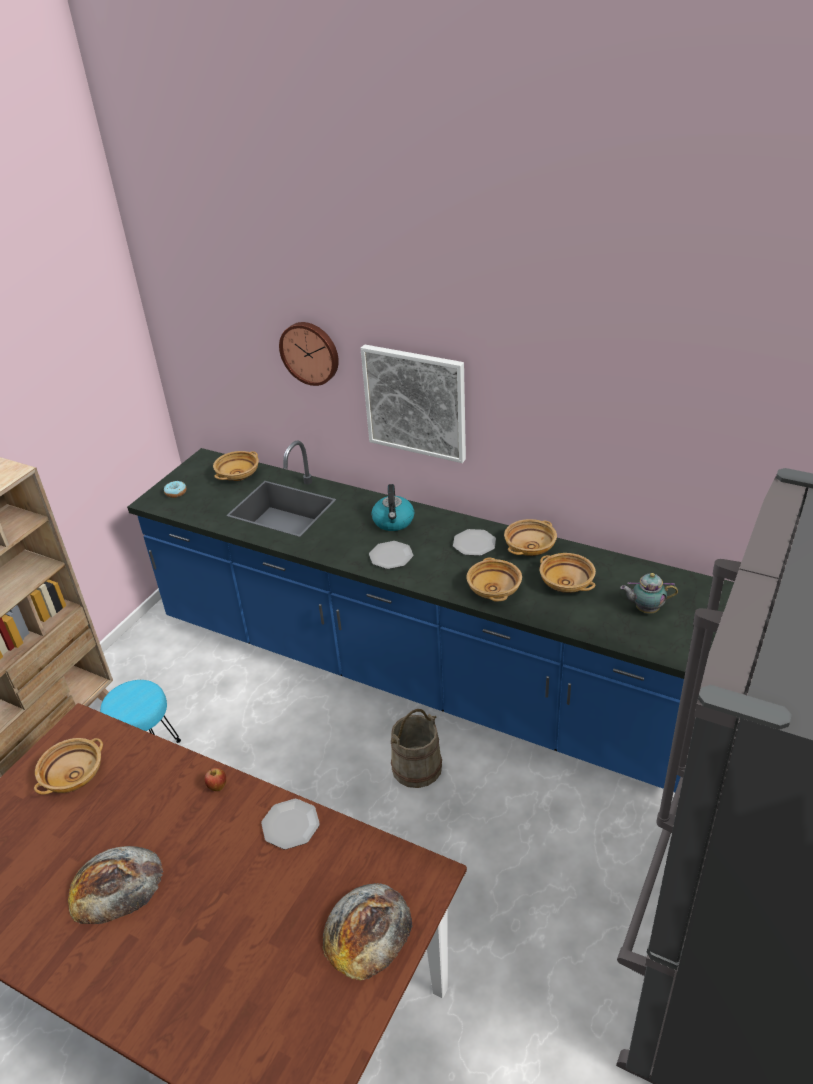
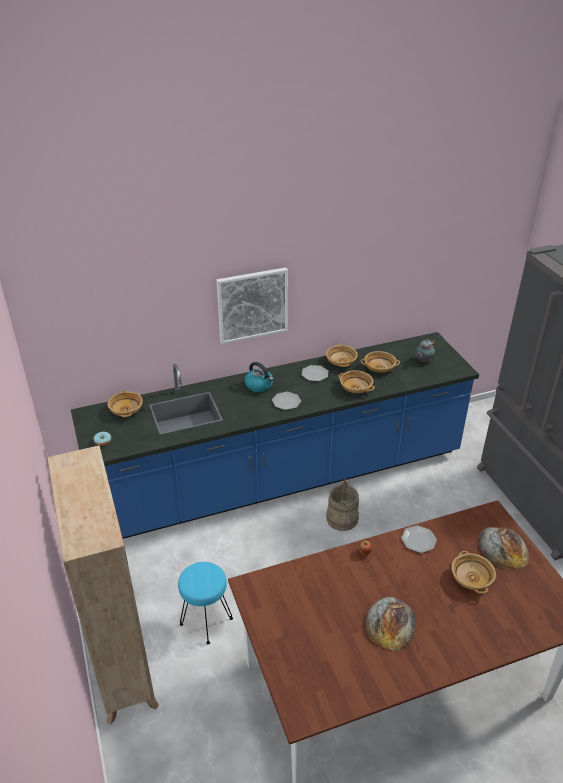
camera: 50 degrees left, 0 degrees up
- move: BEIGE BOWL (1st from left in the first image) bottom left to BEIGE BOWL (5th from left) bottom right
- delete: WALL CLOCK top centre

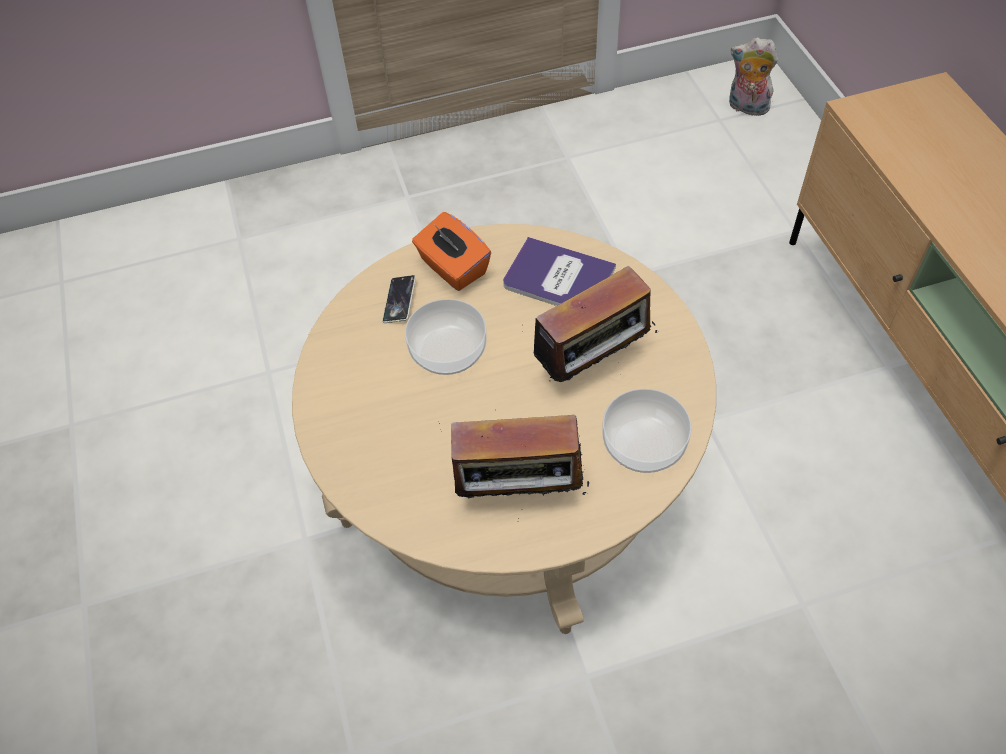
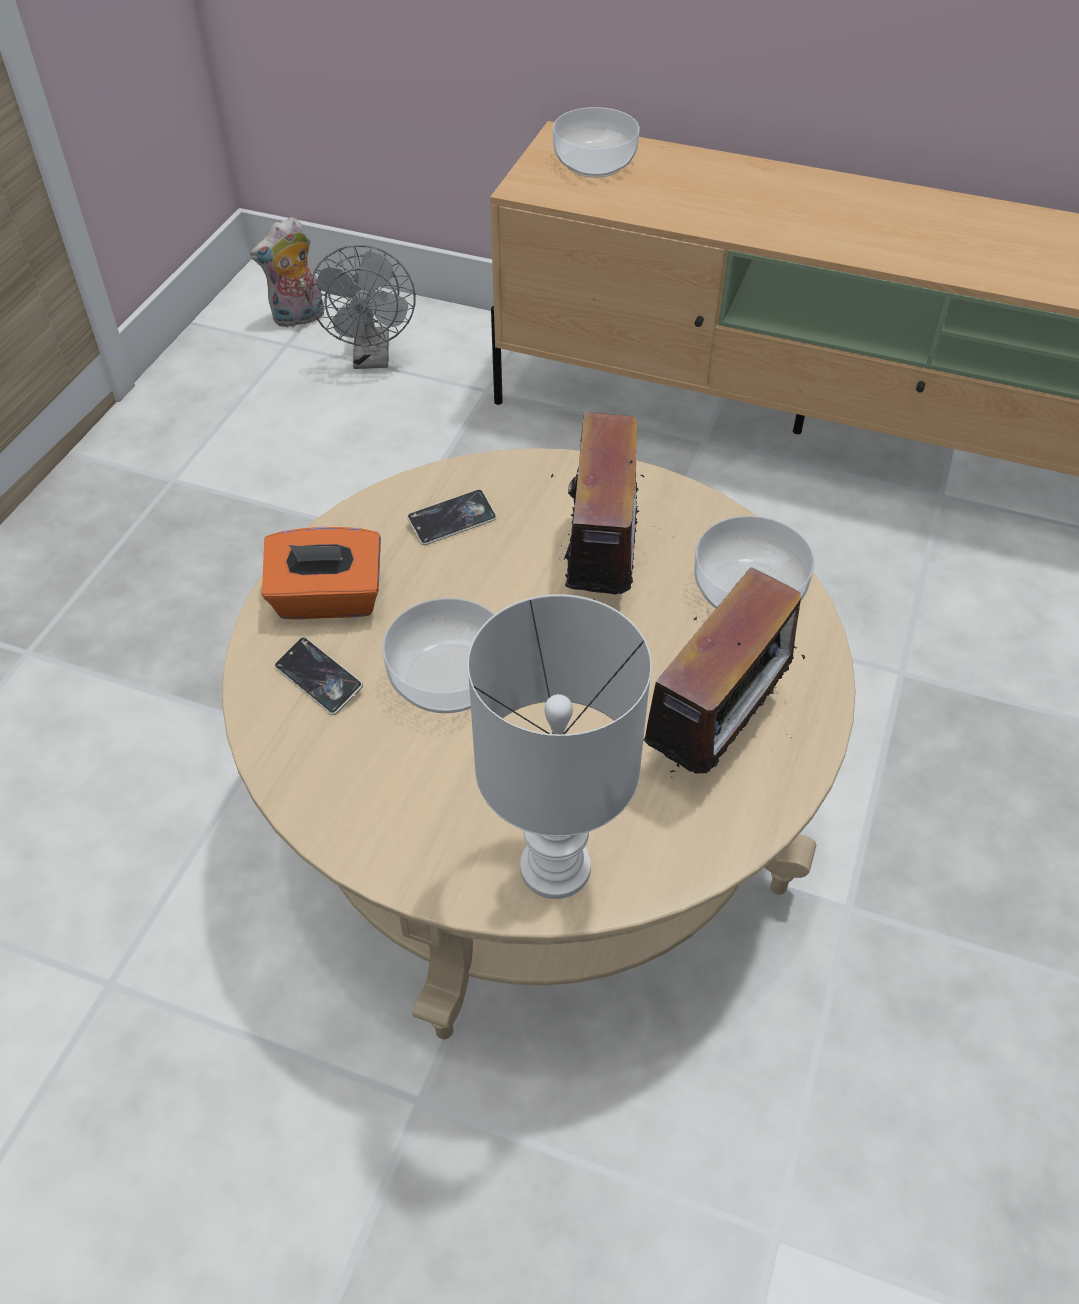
camera: 55 degrees left, 5 degrees down
- replace: BOOK centre to PHONE (2nd from left) centre
- insert: GREY FAN top centre
- insert: WHITE TABLE LAMP centre
- insert: BOWL (2nd from left) top centre

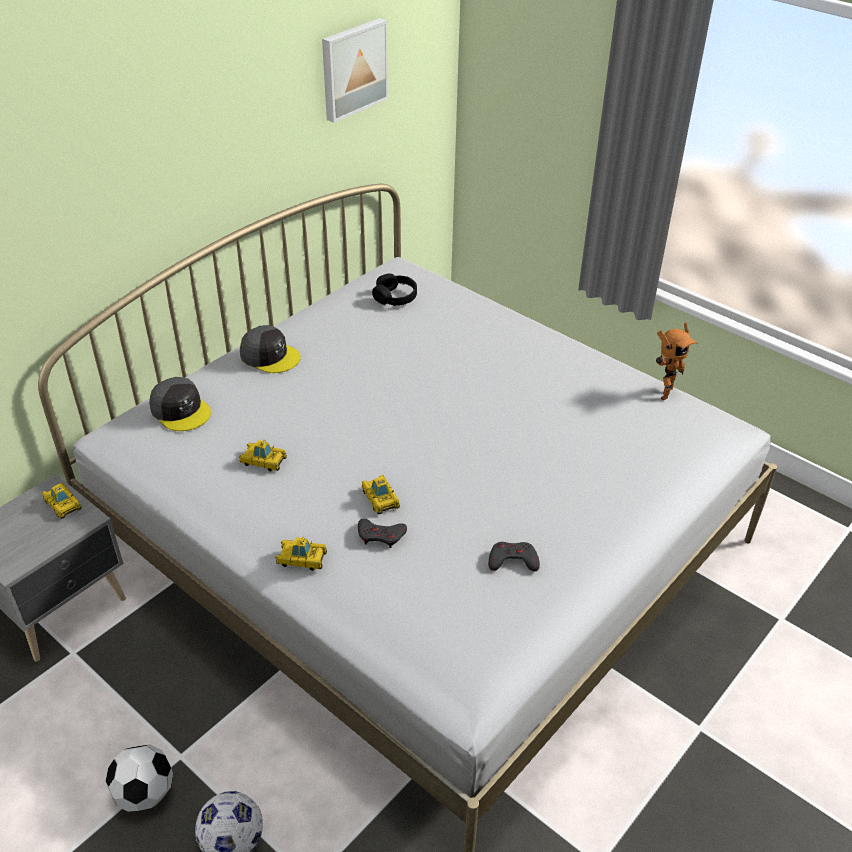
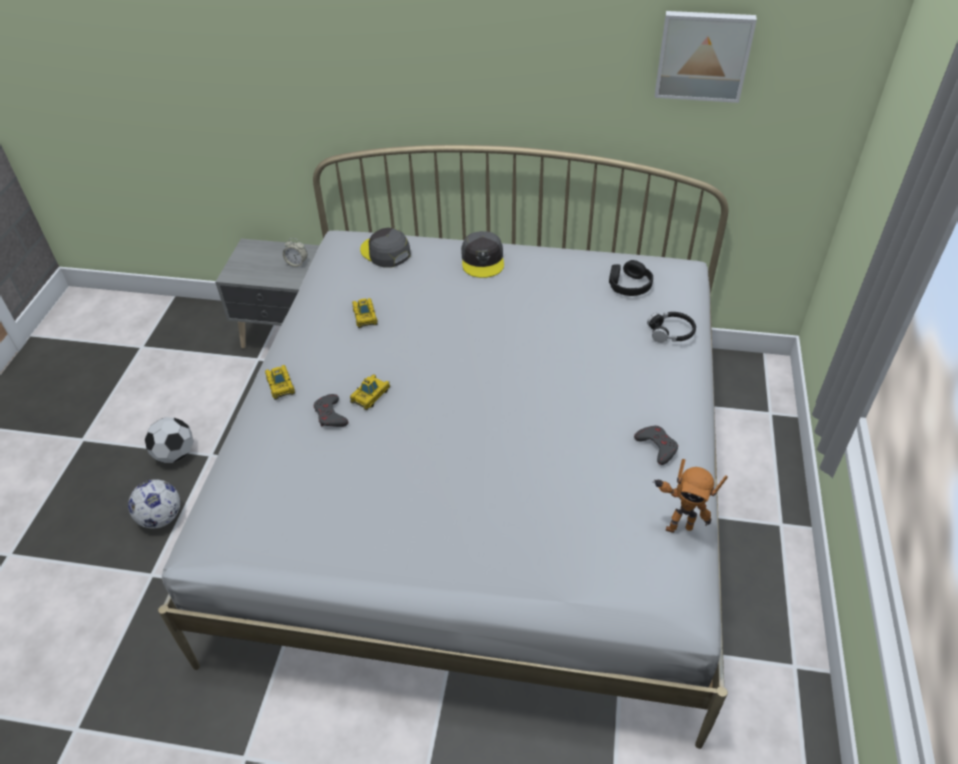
camera: 60 degrees right, 5 degrees up
- replace: TOY CAR (1st from left) middle left to ALARM CLOCK top left
- rotate: GREY CAP (1st from left) middle left = top centre 120 degrees clockwise
- move: GREY GAME CONTROLLER (2nd from left) centre to middle right
- insert: BLACK HEADPHONES (2nd from left) middle right

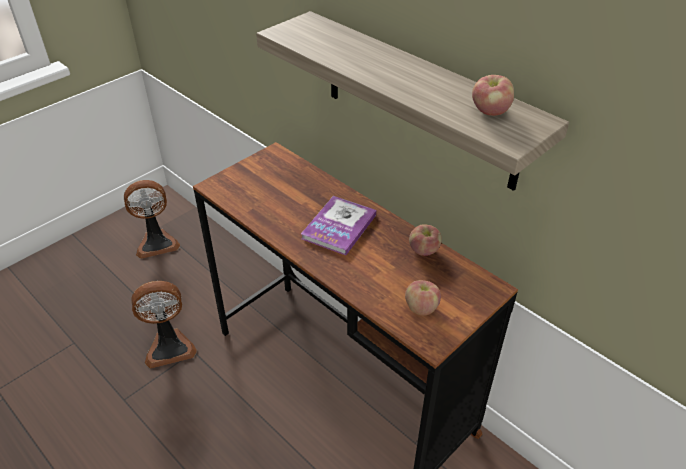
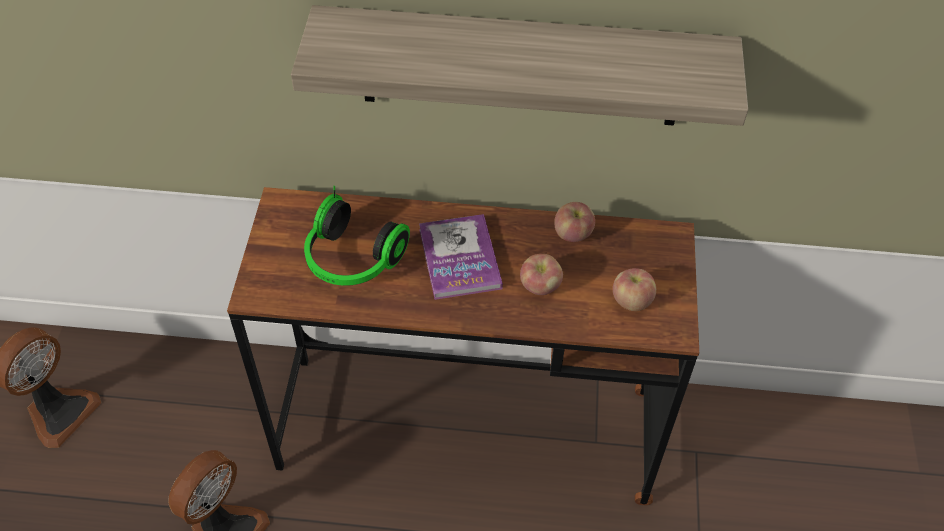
camera: 40 degrees left, 10 degrees up
- move: APPLE (3rd from left in the first image) top right to APPLE (1st from left) centre
- insert: HEADPHONES centre

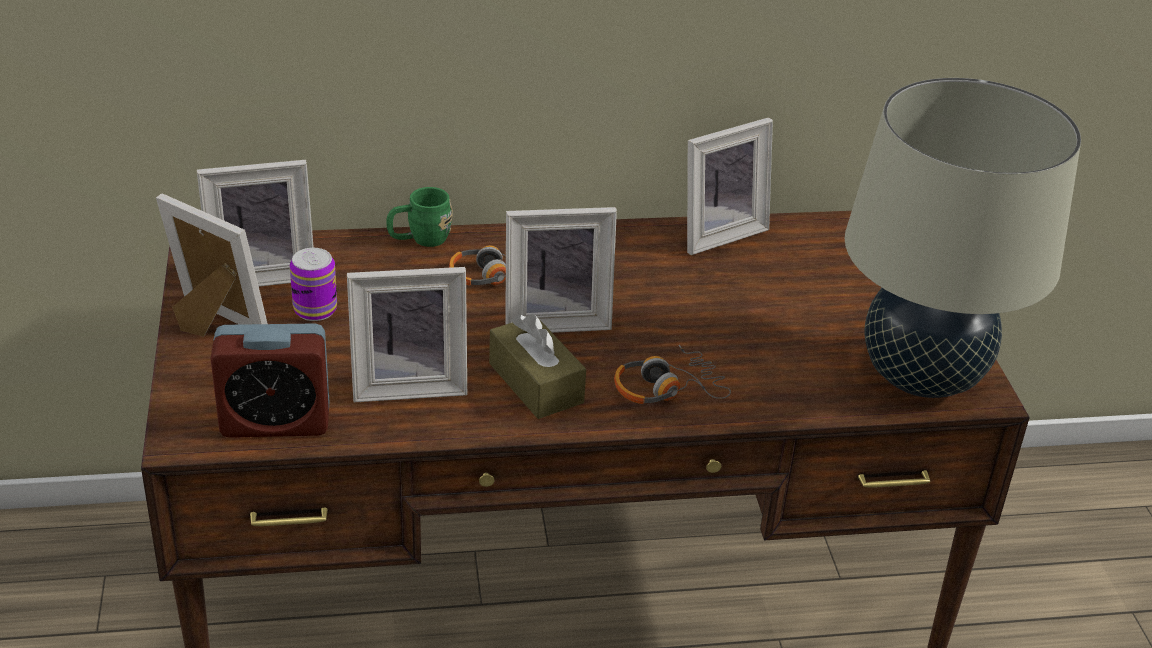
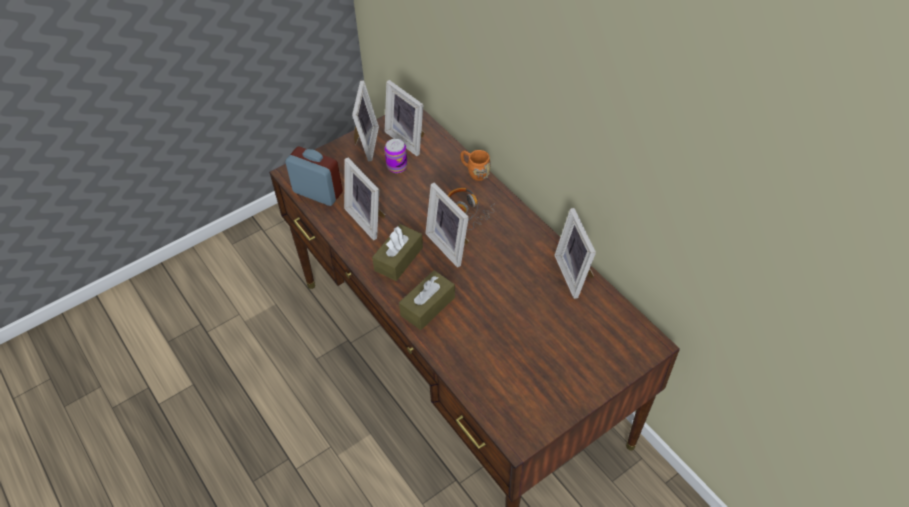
camera: 65 degrees right, 15 degrees up
- rotate: ALARM CLOCK middle left = centre 150 degrees clockwise
- recolor: GREEN MUG centre to ORANGE MUG top centre
- replace: HEADPHONES (2nd from left) centre to BROWN TISSUE BOX (2nd from left) centre
- rotate: PICTURE FRAME (5th from left) top centre = centre 45 degrees clockwise
- delete: BEIGE TABLE LAMP middle right

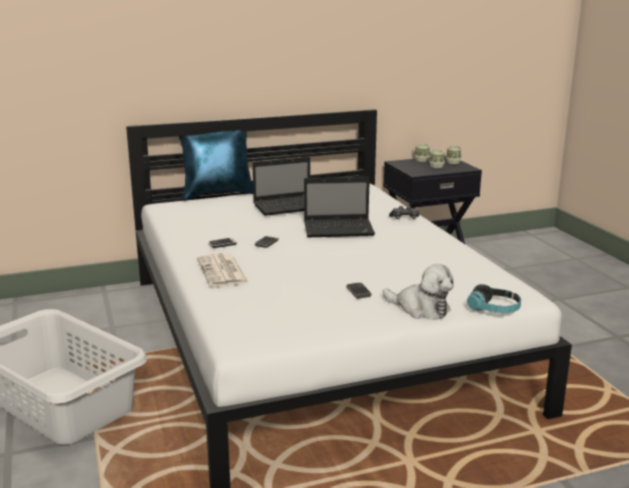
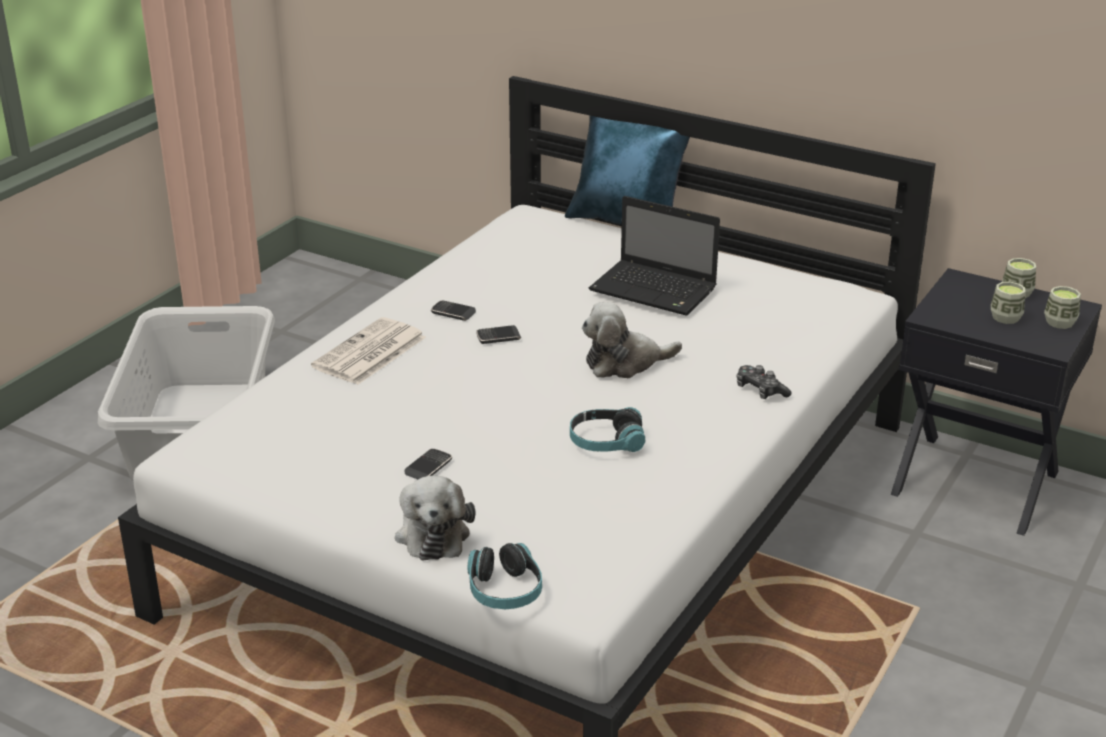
camera: 50 degrees right, 10 degrees up
- replace: LAPTOP (2nd from left) centre to PLUSH TOY (2nd from left) centre
- insert: HEADPHONES (2nd from left) centre

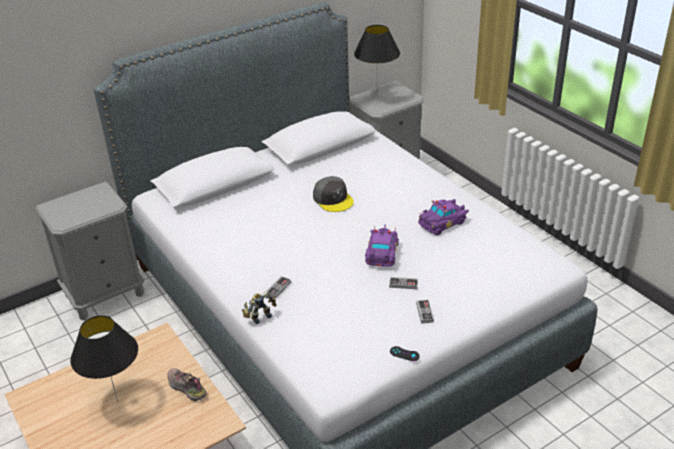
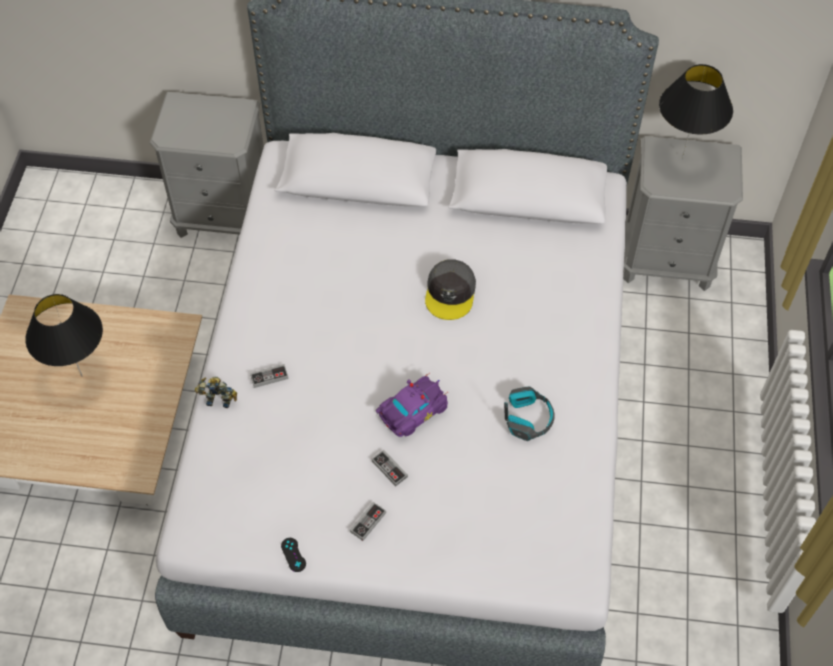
camera: 40 degrees right, 20 degrees up
- delete: SHOE bottom left
- replace: PURPLE TOY CAR (2nd from left) centre to HEADPHONES centre

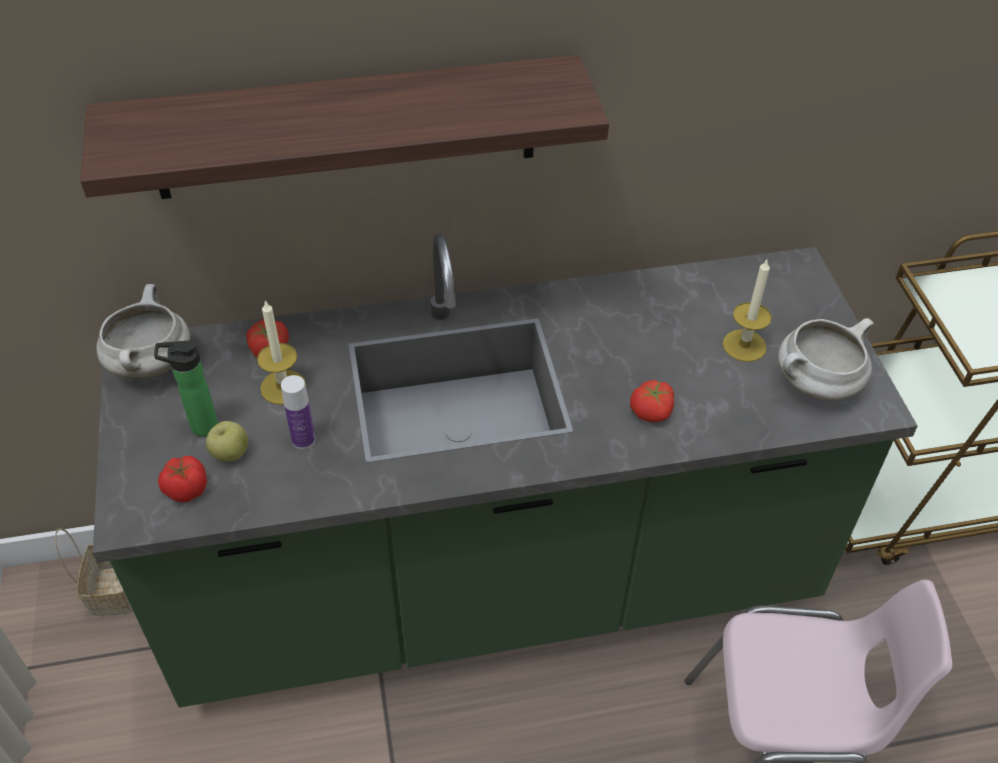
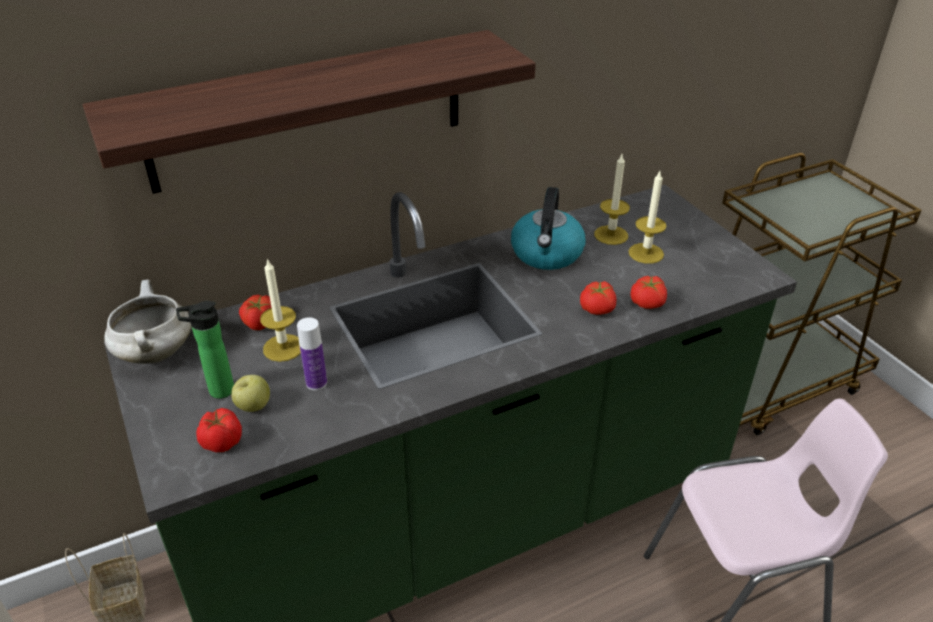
camera: 15 degrees left, 10 degrees down
- delete: WHITE COOKING POT (2nd from left) middle right
- insert: KETTLE centre
- insert: CANDLE (2nd from left) top centre
- insert: TOMATO (4th from left) middle right

